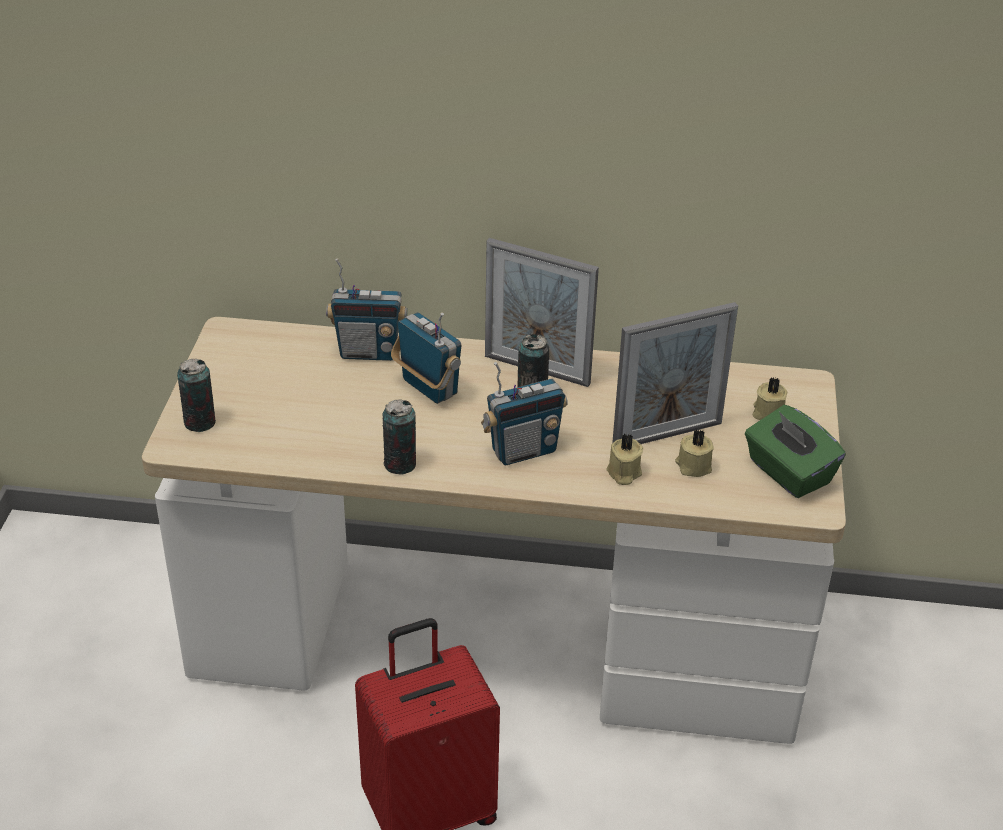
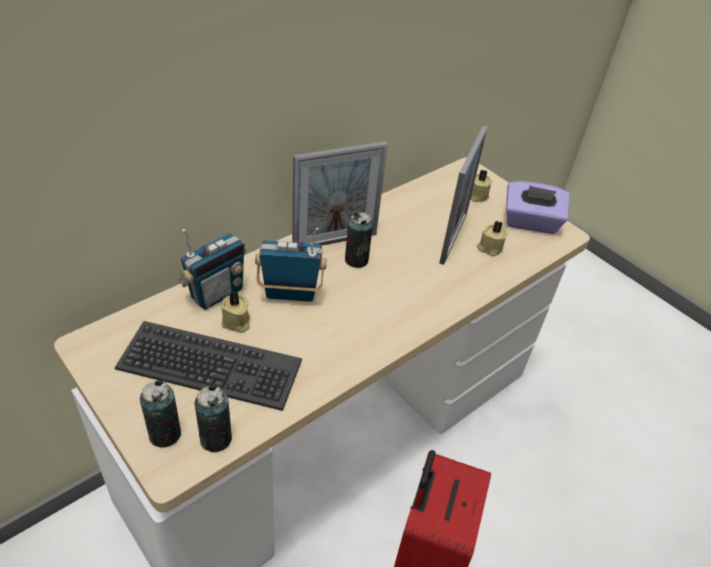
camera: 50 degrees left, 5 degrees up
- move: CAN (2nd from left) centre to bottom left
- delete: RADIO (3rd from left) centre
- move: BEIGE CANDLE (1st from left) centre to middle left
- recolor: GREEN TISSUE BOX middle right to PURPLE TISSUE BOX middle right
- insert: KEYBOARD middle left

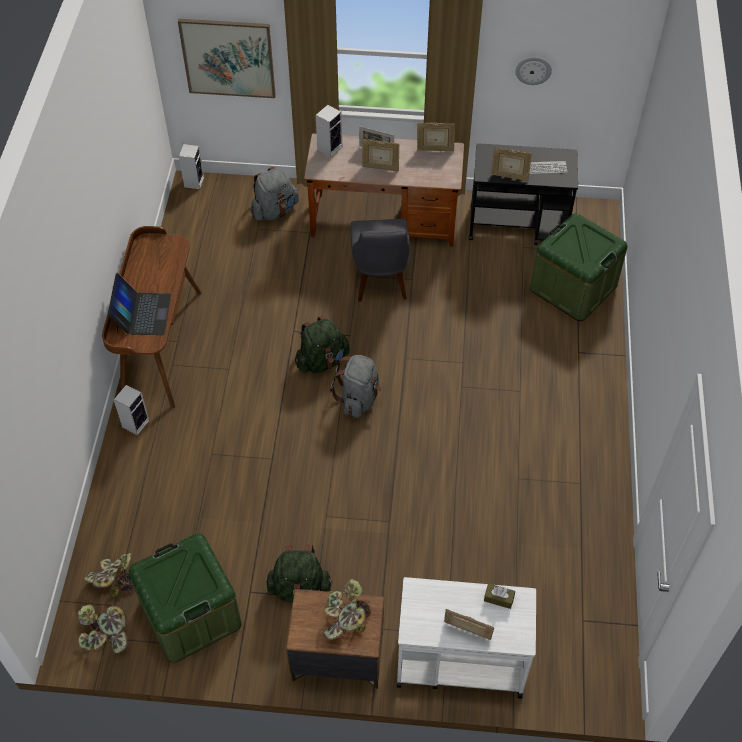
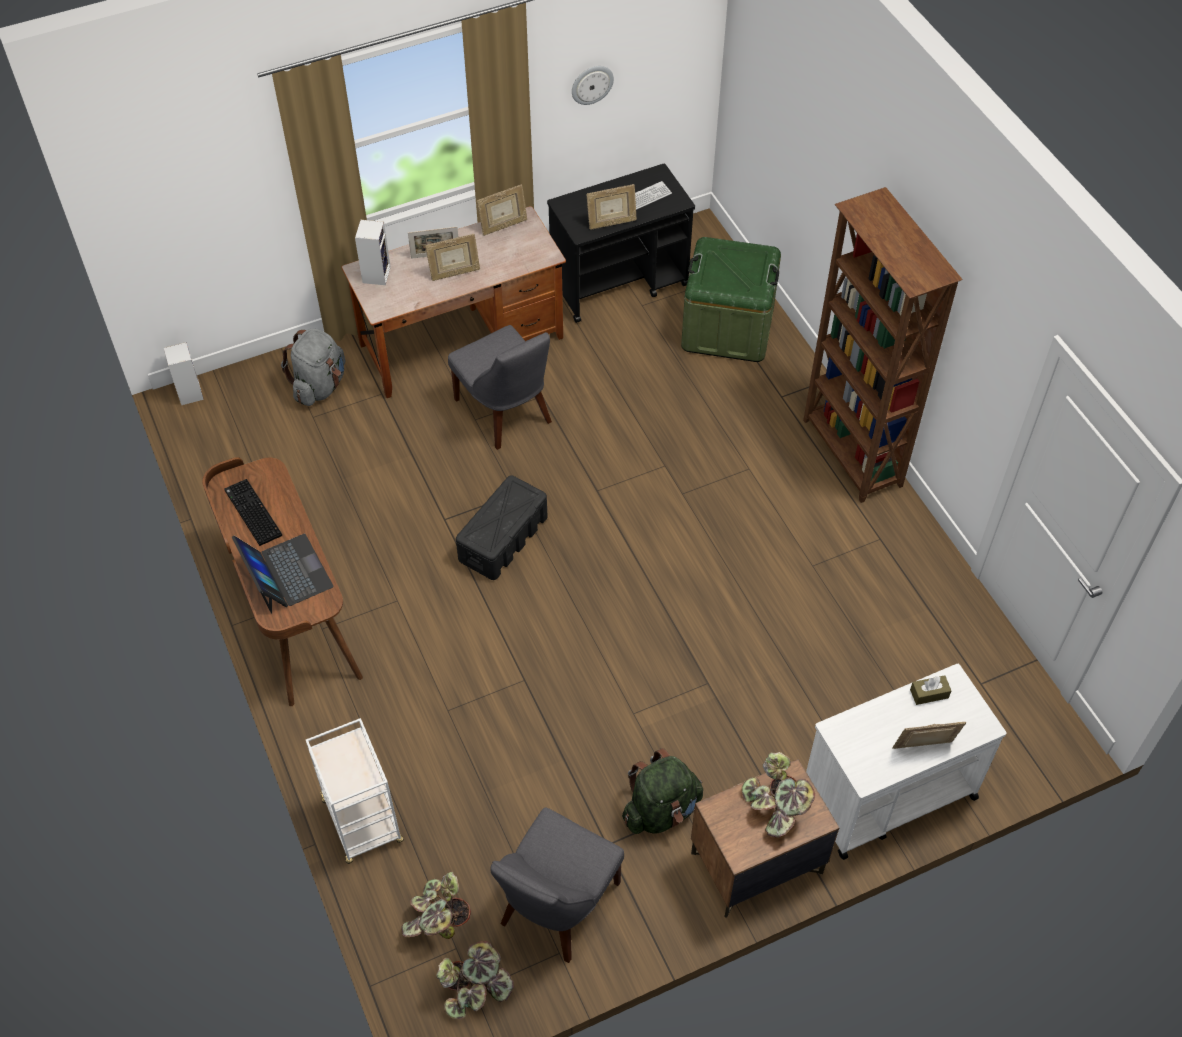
camera: 30 degrees left, 0 degrees up
- delete: SPEAKER (1st from left) middle left
- replace: GREEN STORAGE BOX (1st from left) bottom left to GREY CHAIR (2nd from left) bottom centre
- delete: PICTURE top left
- replace: GREEN BACKPACK (2nd from left) centre to BLACK STORAGE BOX centre
- delete: GREY BACKPACK (2nd from left) centre
- insert: KEYBOARD (1st from left) middle left
- insert: WHITE CART (1st from left) bottom left
- insert: BROWN BOOKCASE top right

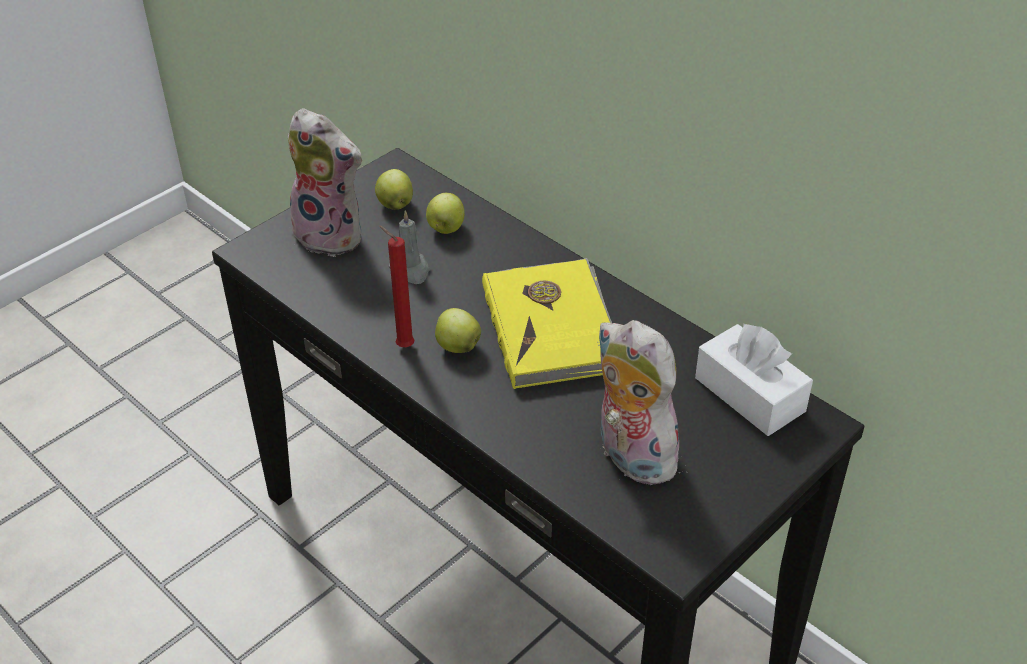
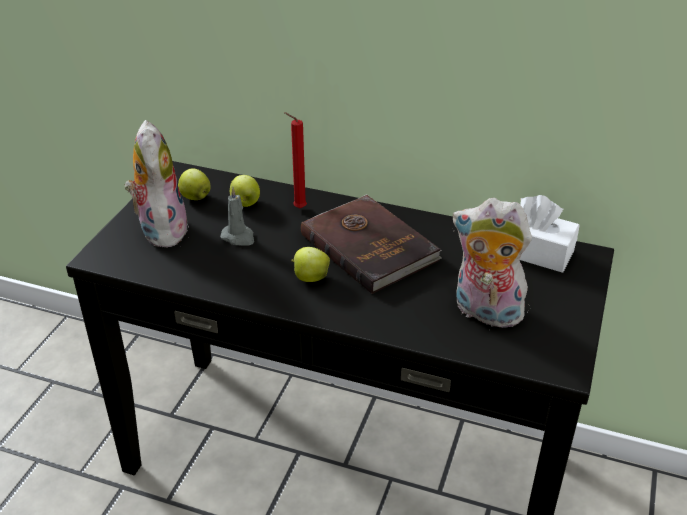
camera: 25 degrees left, 5 degrees down
- rotate: PLUSH TOY (1st from left) top left = middle left 105 degrees counterclockwise
- move: RED CANDLE centre to top centre
- recolor: YELLOW BOOK centre to BROWN BOOK centre

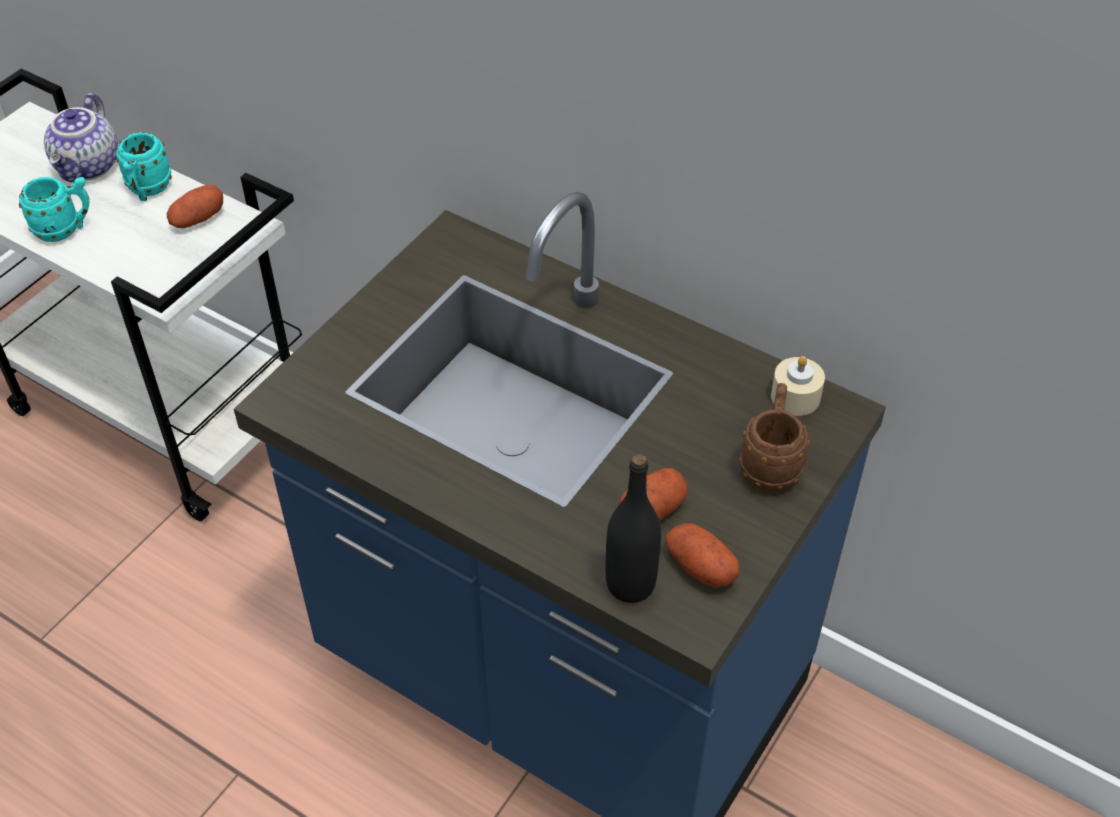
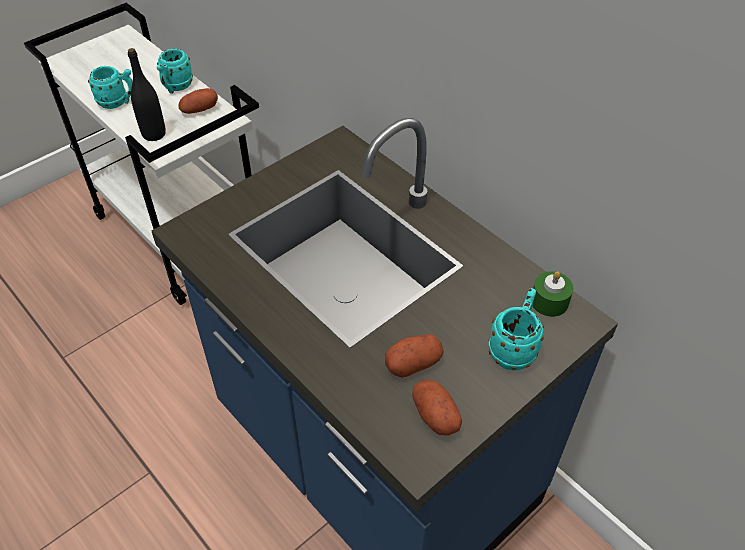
camera: 15 degrees right, 0 degrees up
- delete: TEAPOT top left
- move: BLACK BOTTLE centre to top left
- recolor: BROWN MUG middle right to TURQUOISE MUG (3rd from left) middle right
- recolor: BEIGE CANDLE middle right to GREEN CANDLE middle right

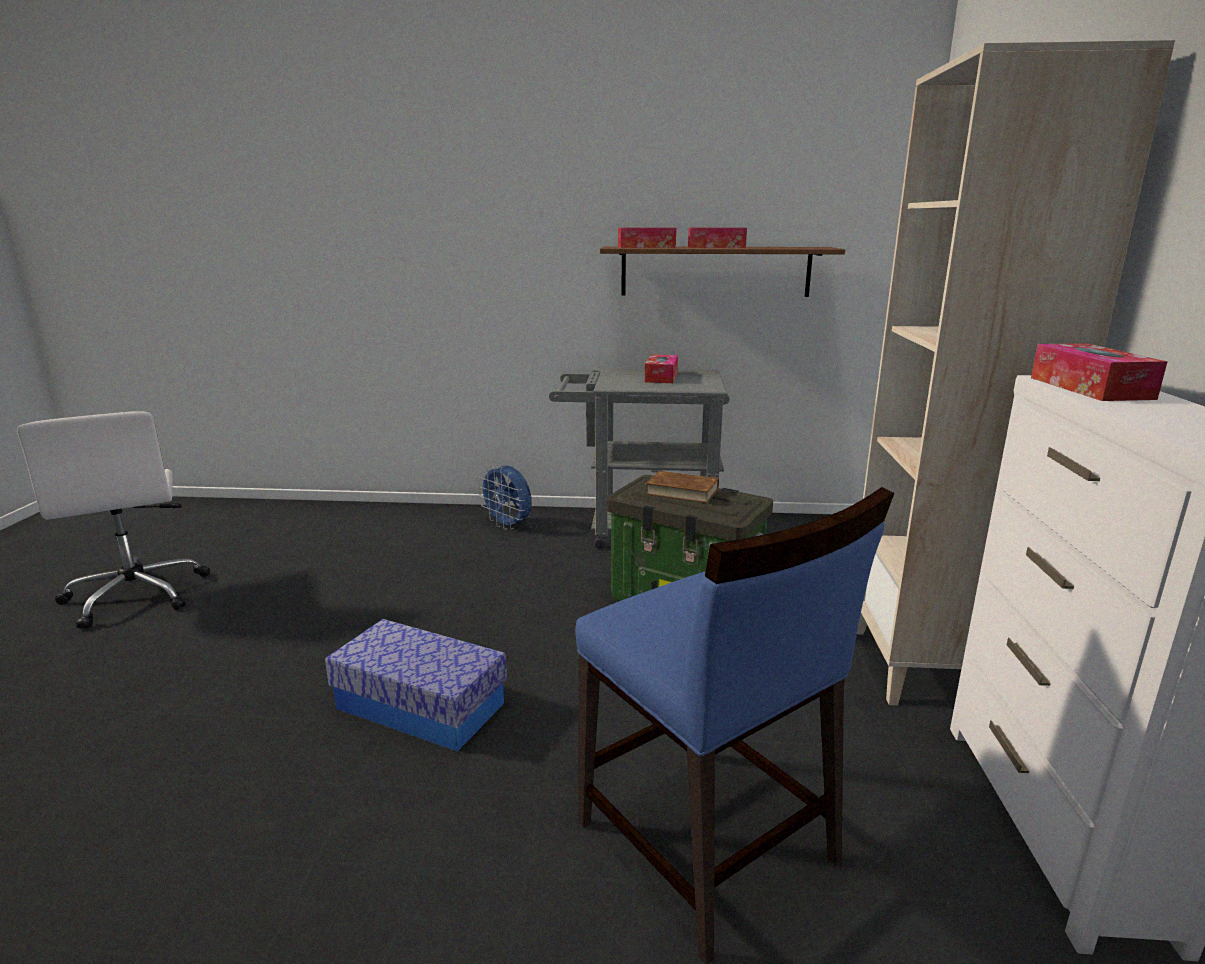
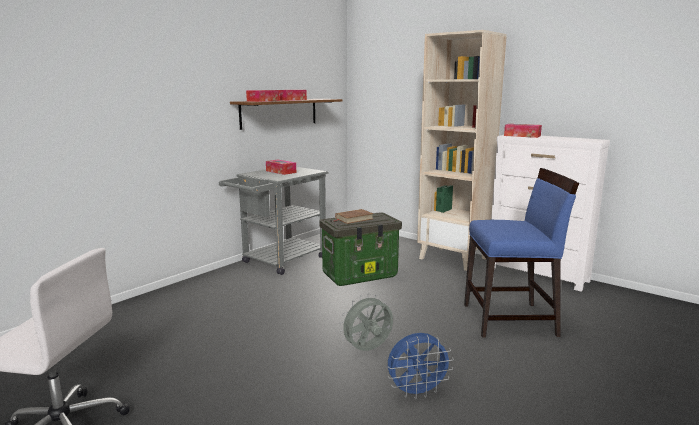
camera: 55 degrees left, 5 degrees down
- replace: STORAGE BOX (1st from left) bottom centre to GREY FAN bottom centre
- move: BLUE FAN centre to bottom centre

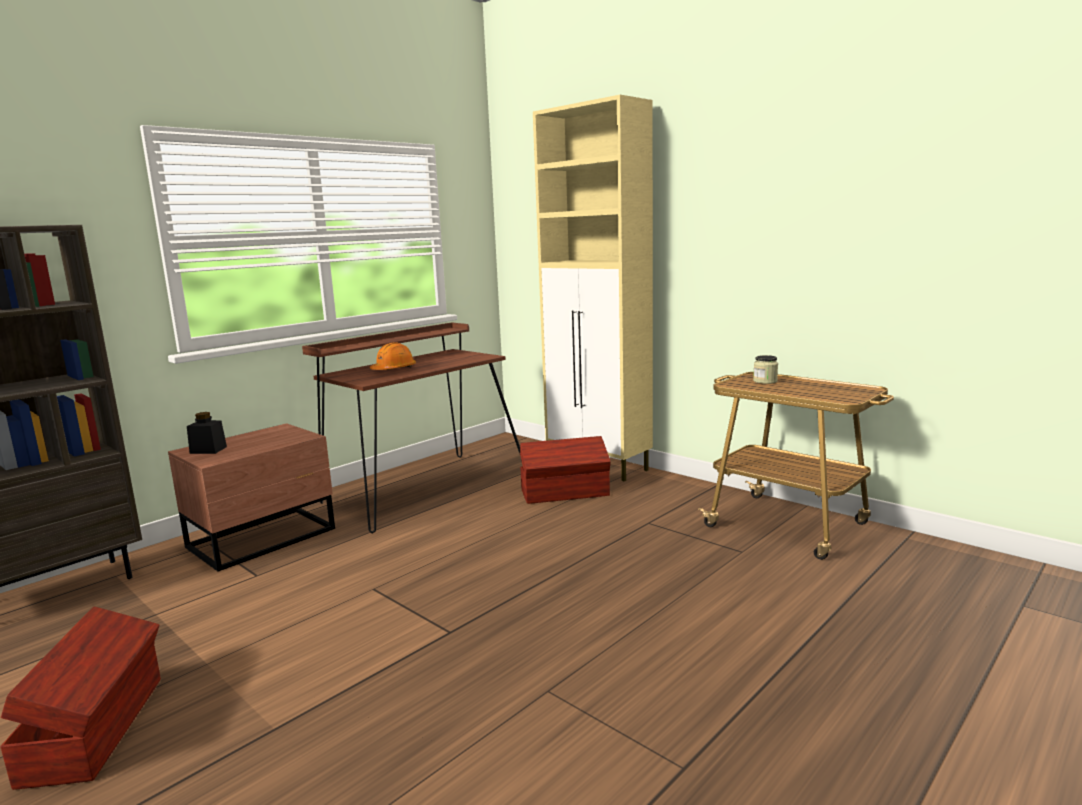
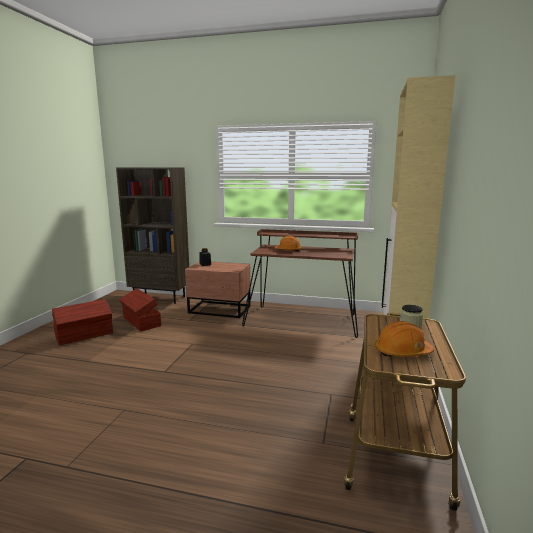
camera: 60 degrees right, 0 degrees up
- move: BROWN STORAGE BOX (2nd from left) centre to middle left
- insert: ORANGE HARD HAT (2nd from left) middle right

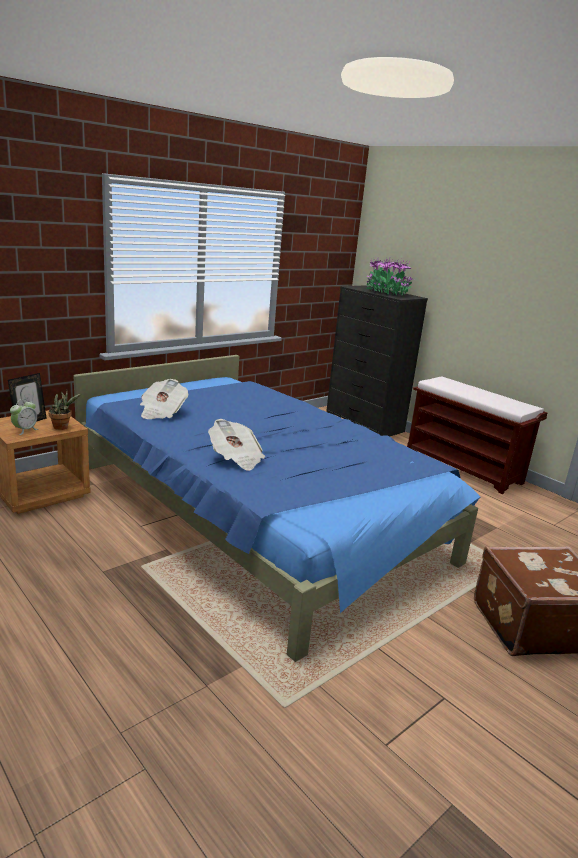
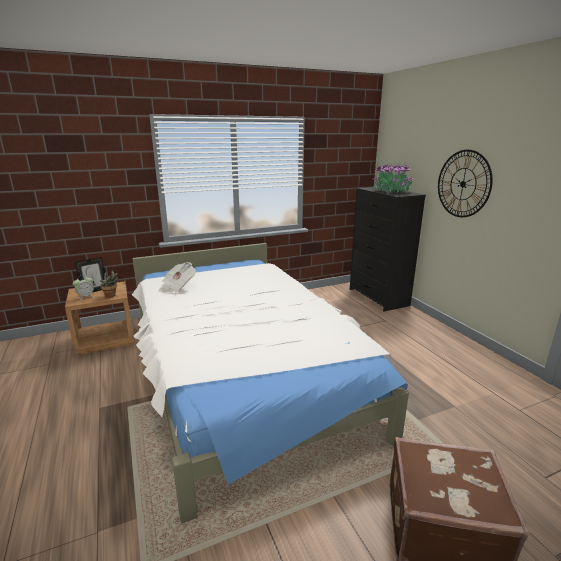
camera: 20 degrees right, 0 degrees up
- recolor: BLUE BED centre to WHITE BED bottom centre
- delete: NEWSPAPER (2nd from left) centre
- delete: BROWN BENCH middle right
- insert: WALL CLOCK top right

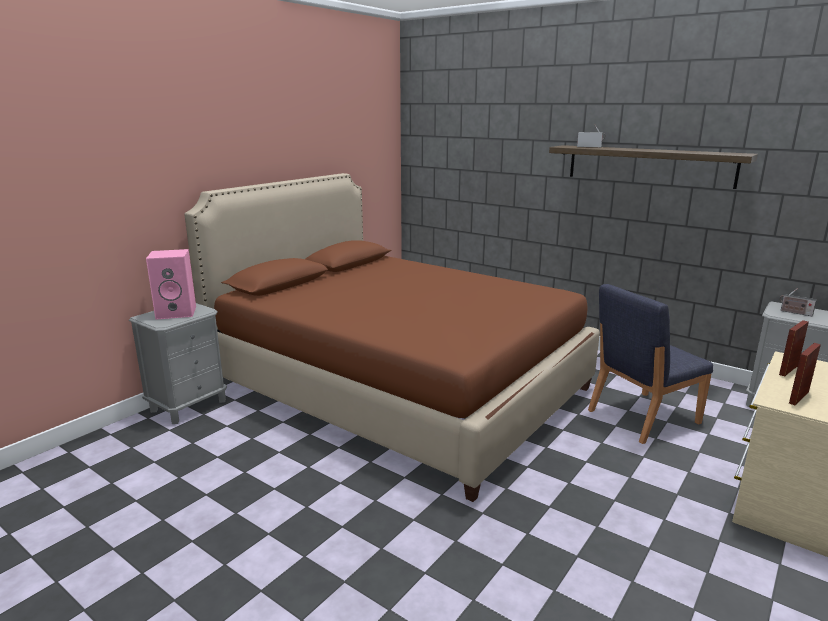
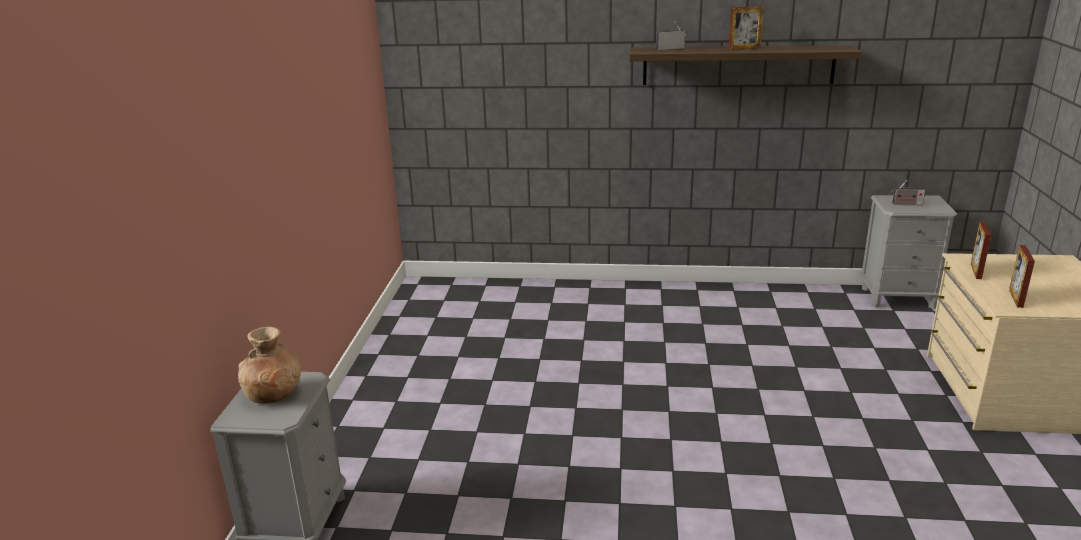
camera: 30 degrees left, 5 degrees up
- replace: PINK SPEAKER middle left to BROWN VASE bottom left
- delete: BROWN BED centre
- delete: BLUE CHAIR middle right
- insert: PICTURE FRAME (1st from left) top right

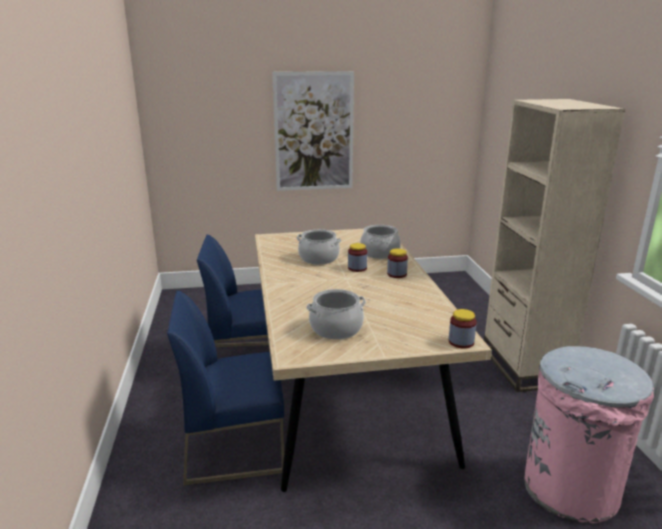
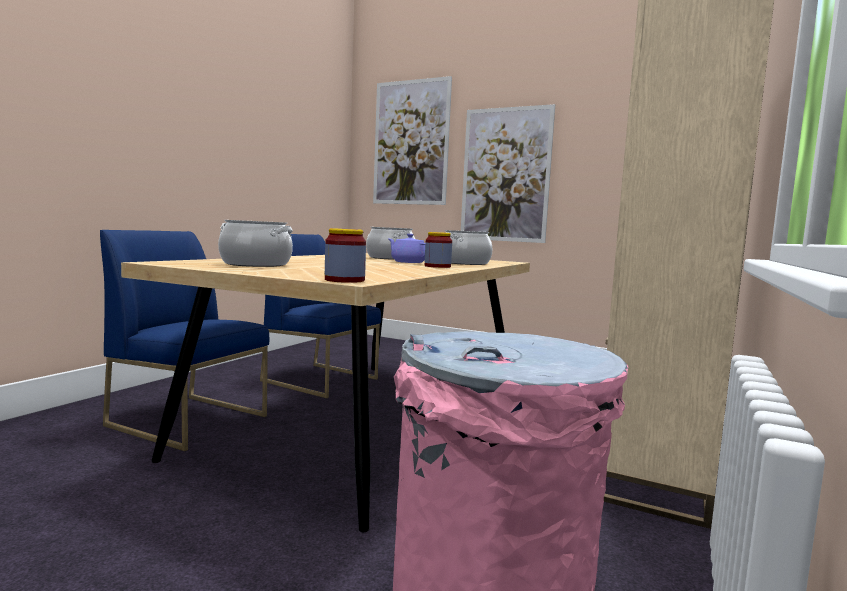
camera: 35 degrees right, 15 degrees down
- replace: JAR (1st from left) centre to PURPLE TEAPOT centre
- insert: PICTURE (1st from left) top centre

